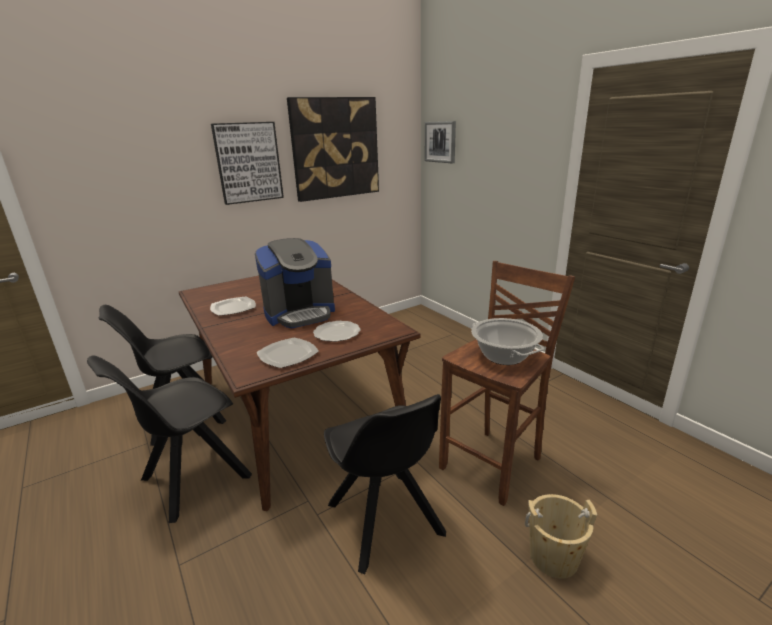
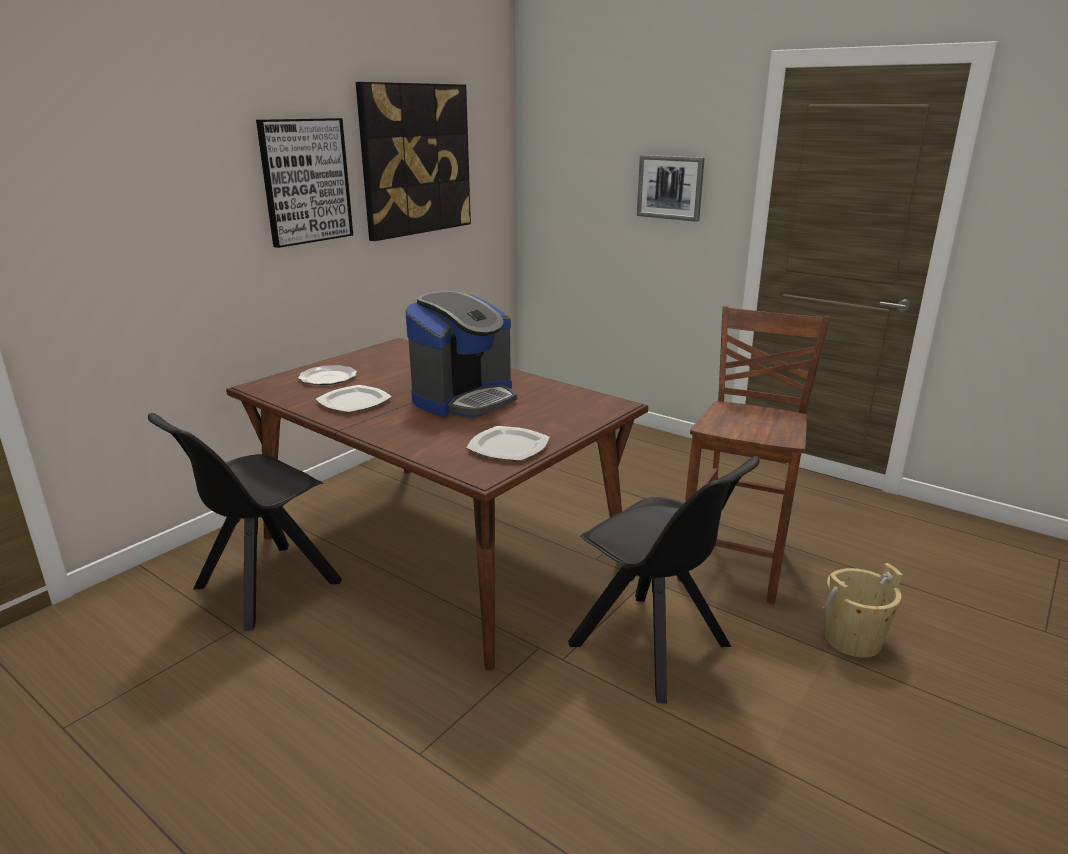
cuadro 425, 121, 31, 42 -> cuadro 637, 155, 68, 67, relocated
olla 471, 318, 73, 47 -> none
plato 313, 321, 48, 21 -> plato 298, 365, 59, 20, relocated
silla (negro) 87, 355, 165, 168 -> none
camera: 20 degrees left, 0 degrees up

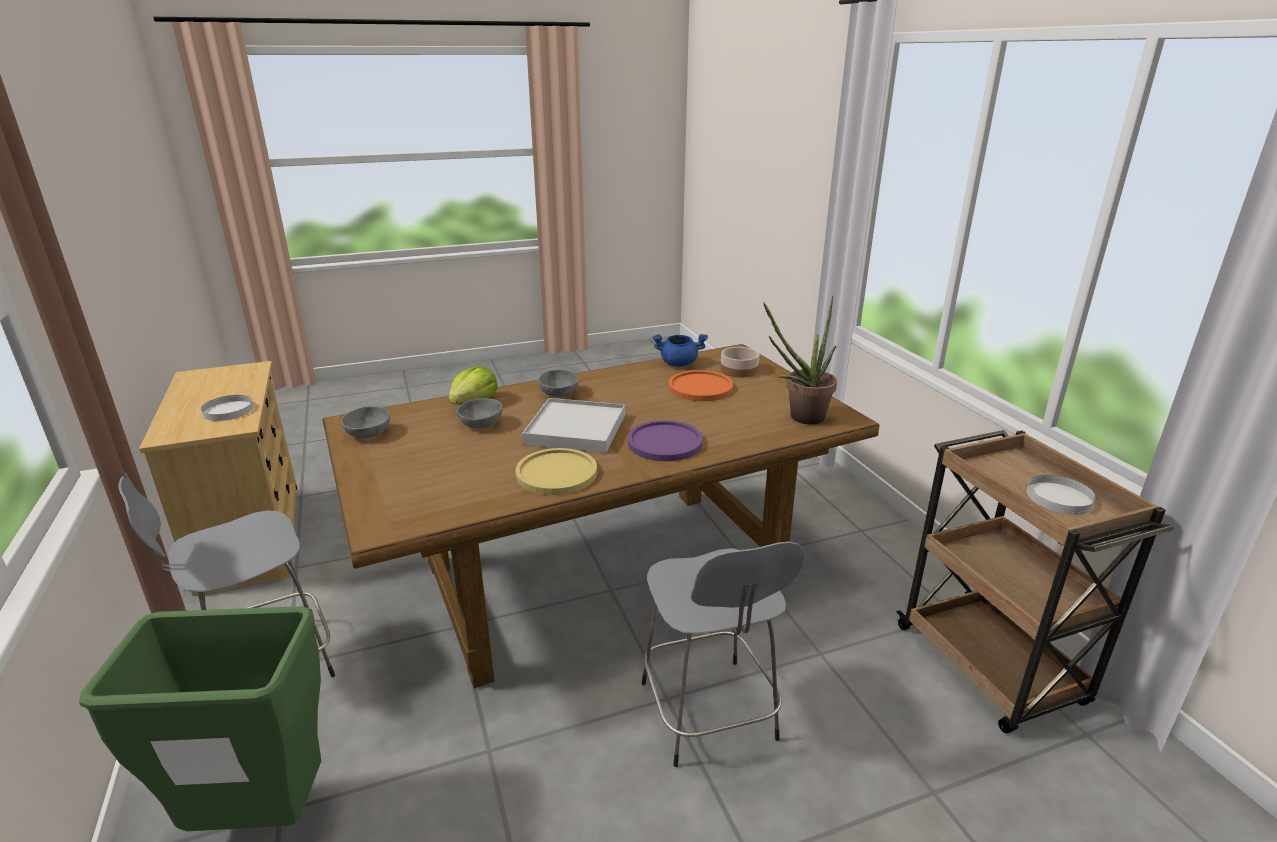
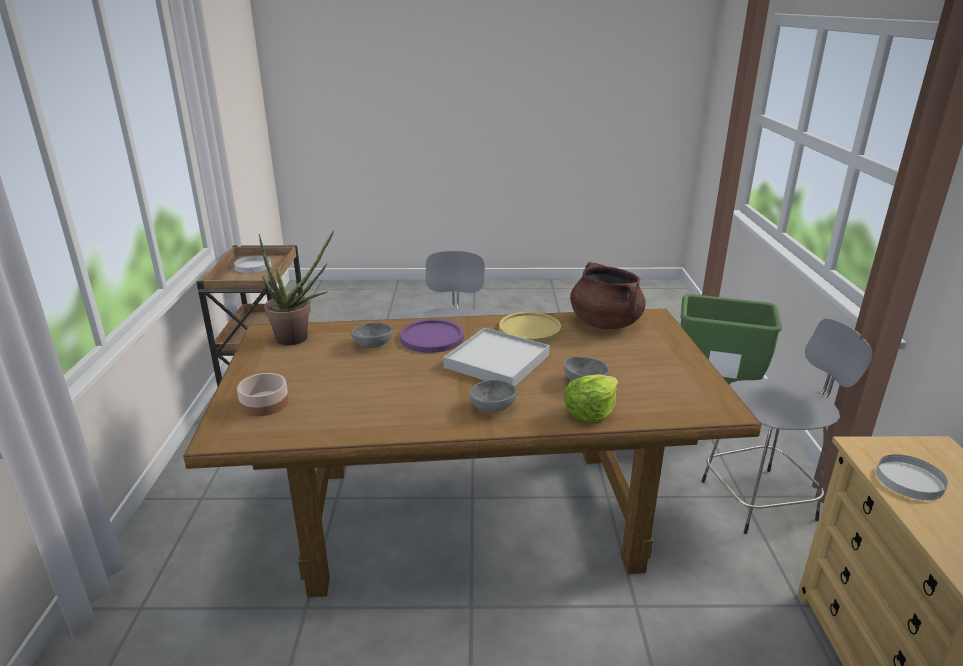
olla (azul) 653, 334, 55, 33 -> none
plato (naranja) 669, 370, 64, 31 -> none
cuenco (gris) 341, 406, 49, 32 -> cuenco (gris) 351, 322, 41, 26, relocated
none -> olla (marrón) 570, 262, 76, 67
camera: 160 degrees left, 0 degrees up

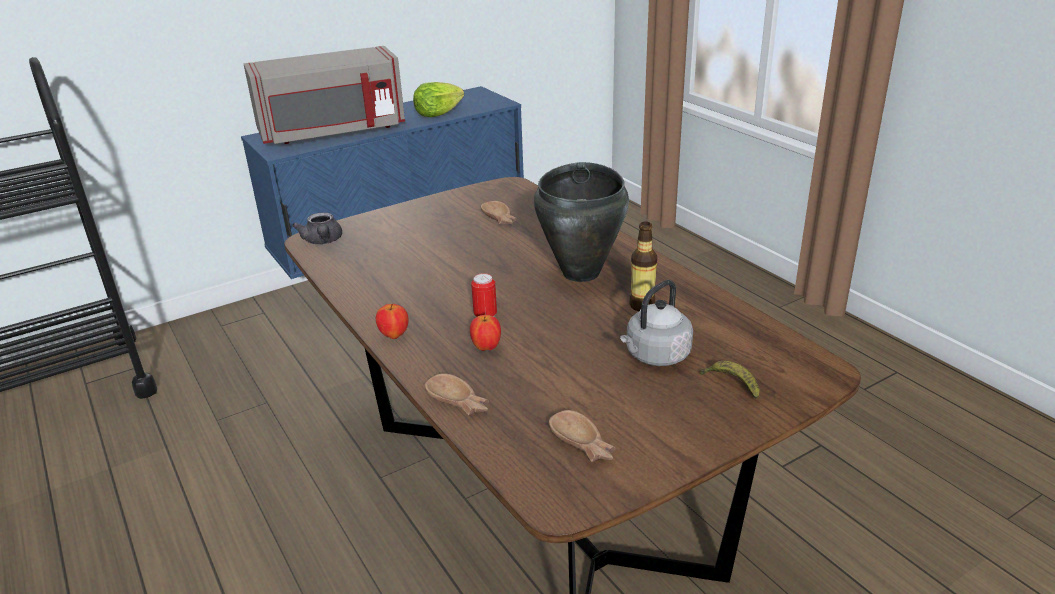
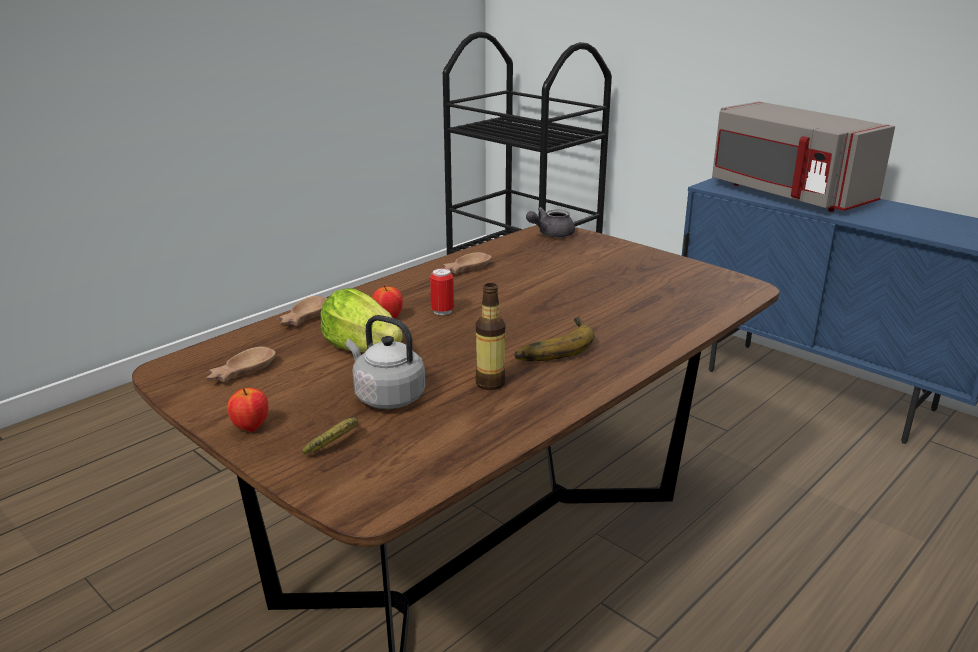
lechuga 413, 82, 51, 35 -> lechuga 320, 288, 83, 65, relocated
olla (negro) 534, 162, 95, 120 -> plátano 514, 316, 81, 45
cuenco (marrón) 481, 201, 36, 23 -> cuenco (marrón) 442, 252, 49, 22, relocated
manzana 376, 304, 32, 35 -> manzana 227, 388, 41, 44, relocated
camera: 75 degrees right, 5 degrees down

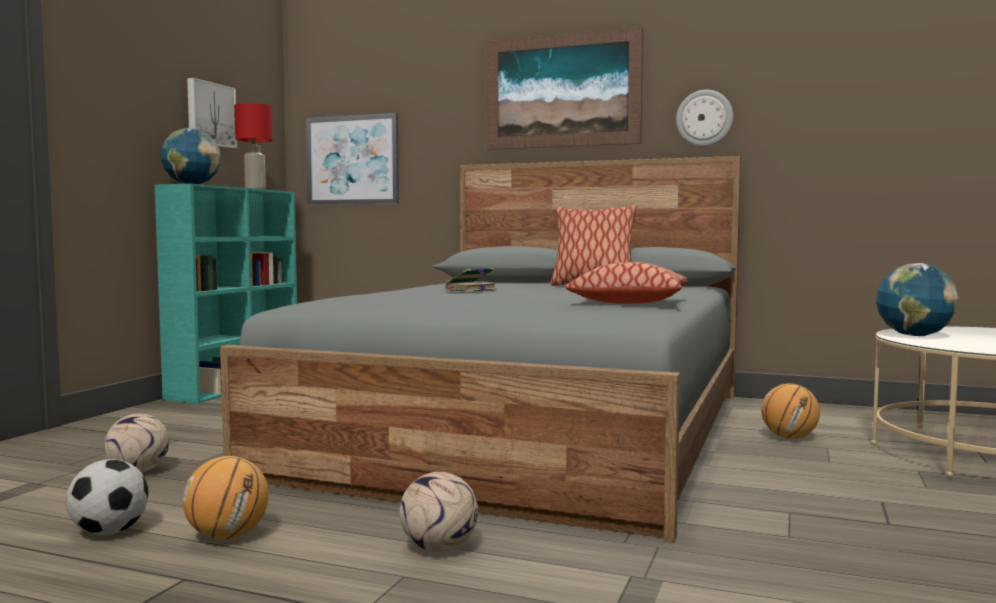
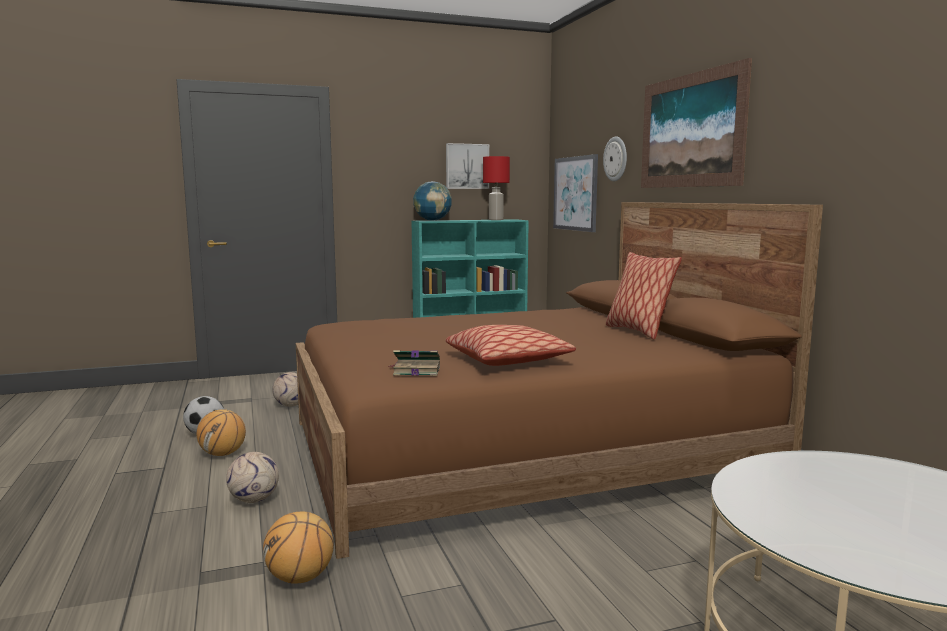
reloj de pared 676, 90, 57, 56 -> reloj de pared 603, 137, 24, 44, relocated
cama (gris) 220, 156, 521, 387 -> cama (marrón) 296, 202, 527, 357
globo terráqueo 876, 263, 83, 73 -> none
libro 445, 268, 52, 24 -> libro 388, 350, 52, 26, relocated
balón de baloncesto 761, 384, 59, 55 -> balón de baloncesto 263, 511, 71, 73, relocated
camera: 50 degrees right, 5 degrees up

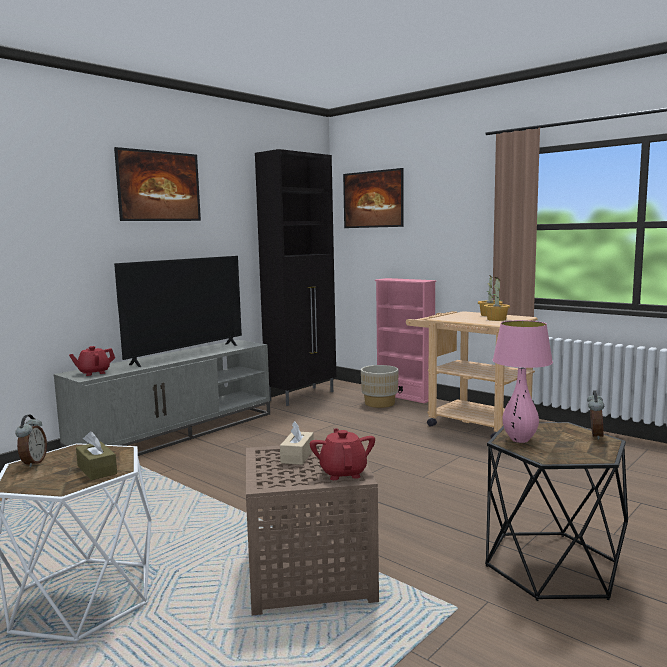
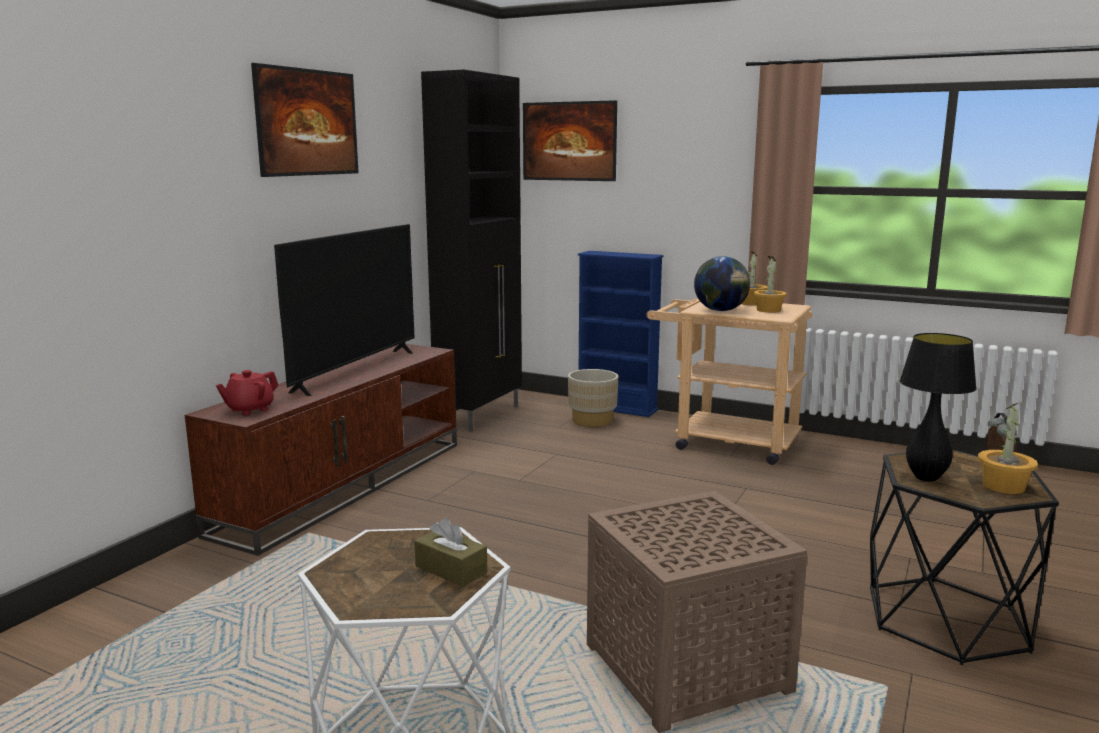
estantería (rosa) 375, 278, 61, 125 -> estantería (azul) 578, 251, 86, 166
lámpara de mesa (rosa) 493, 320, 60, 123 -> lámpara de mesa (negro) 900, 333, 77, 149
mueble de televisión (gris) 53, 340, 217, 116 -> mueble de televisión (marrón) 185, 344, 272, 212
despertador 15, 415, 32, 53 -> none
caja de pañuelos (beis) 280, 421, 34, 44 -> none
tetera (rojo) 310, 428, 65, 52 -> none
none -> globo terráqueo 694, 256, 56, 55
none -> planta en maceta 978, 403, 60, 91
camera: 15 degrees left, 5 degrees up

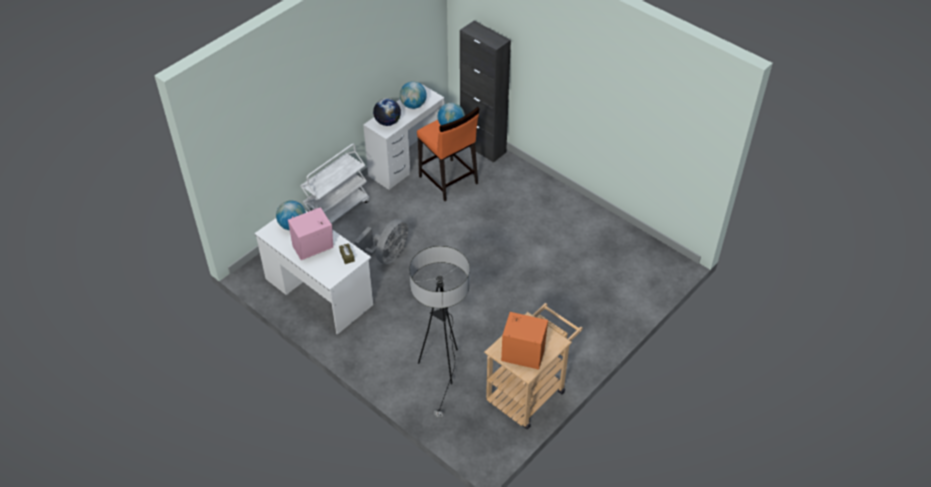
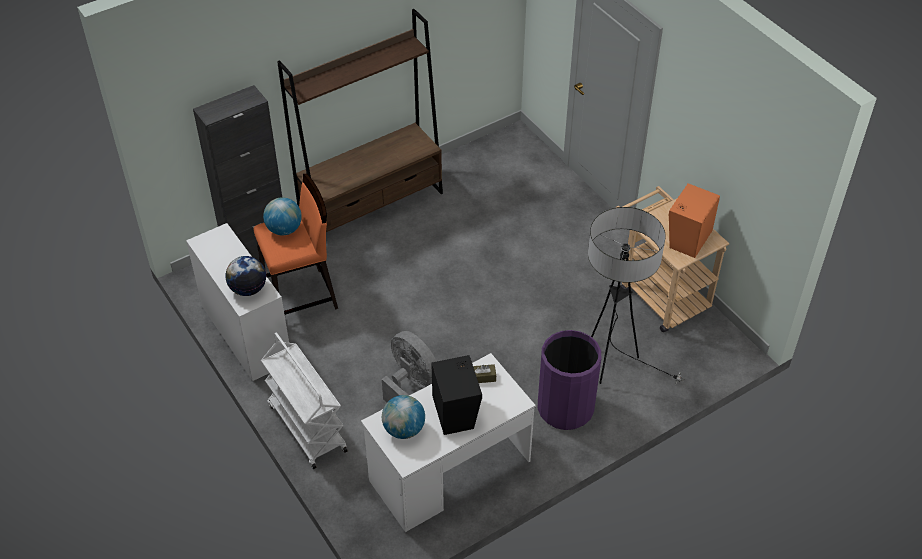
globo terráqueo 400, 81, 27, 28 -> none
altavoz (rosa) 288, 207, 45, 53 -> altavoz (negro) 431, 355, 51, 80
none -> estantería (marrón) 277, 9, 166, 223
none -> papelera (morado) 538, 330, 63, 100
camera: 75 degrees left, 0 degrees up

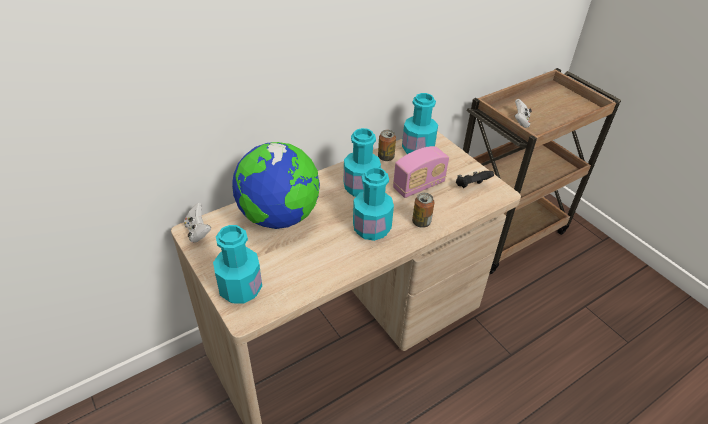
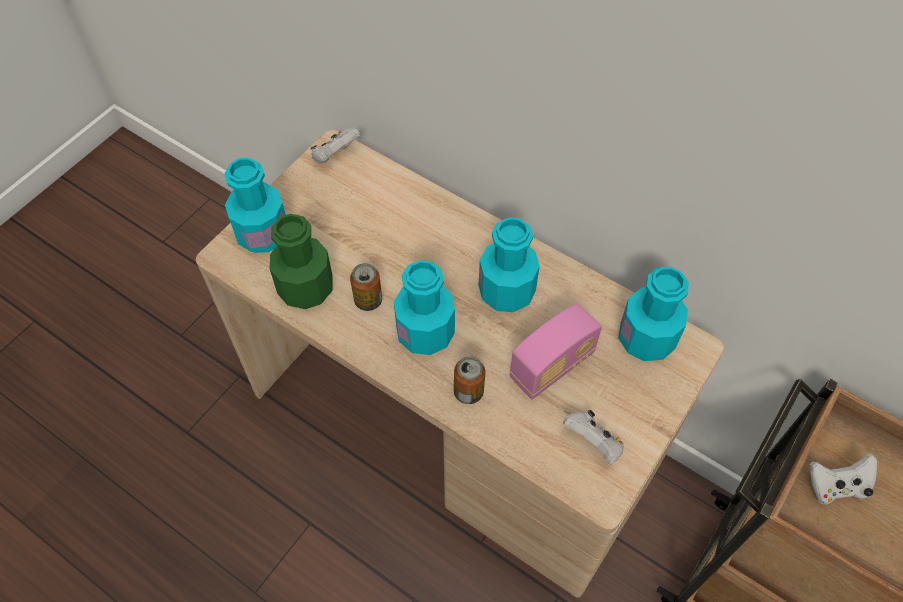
lata 378, 130, 18, 31 -> lata 350, 263, 32, 48, relocated
globo terráqueo 232, 142, 88, 87 -> none
radio 393, 146, 56, 52 -> radio 509, 304, 93, 95, 75 degrees counterclockwise
mando de consola (negro) 456, 171, 38, 17 -> mando de consola (blanco) 563, 410, 61, 54
none -> botella (verde) 269, 214, 64, 95
camera: 70 degrees right, 15 degrees up

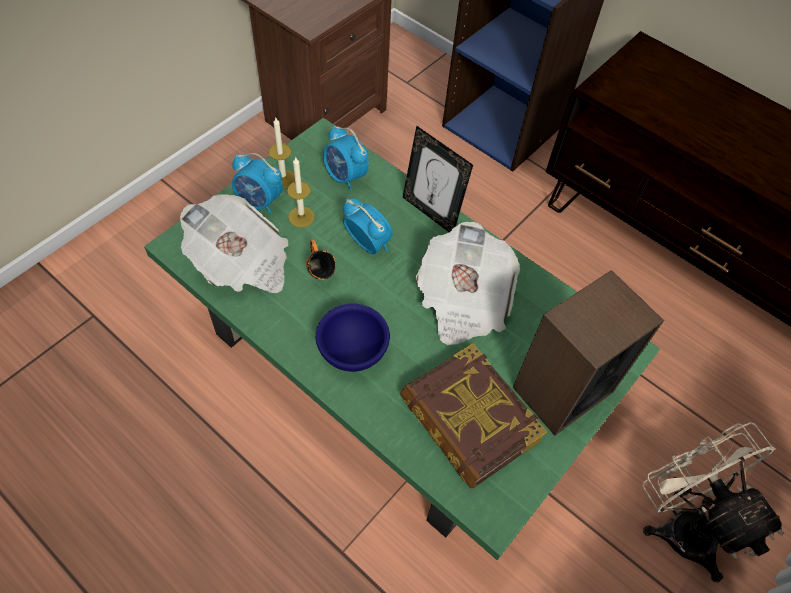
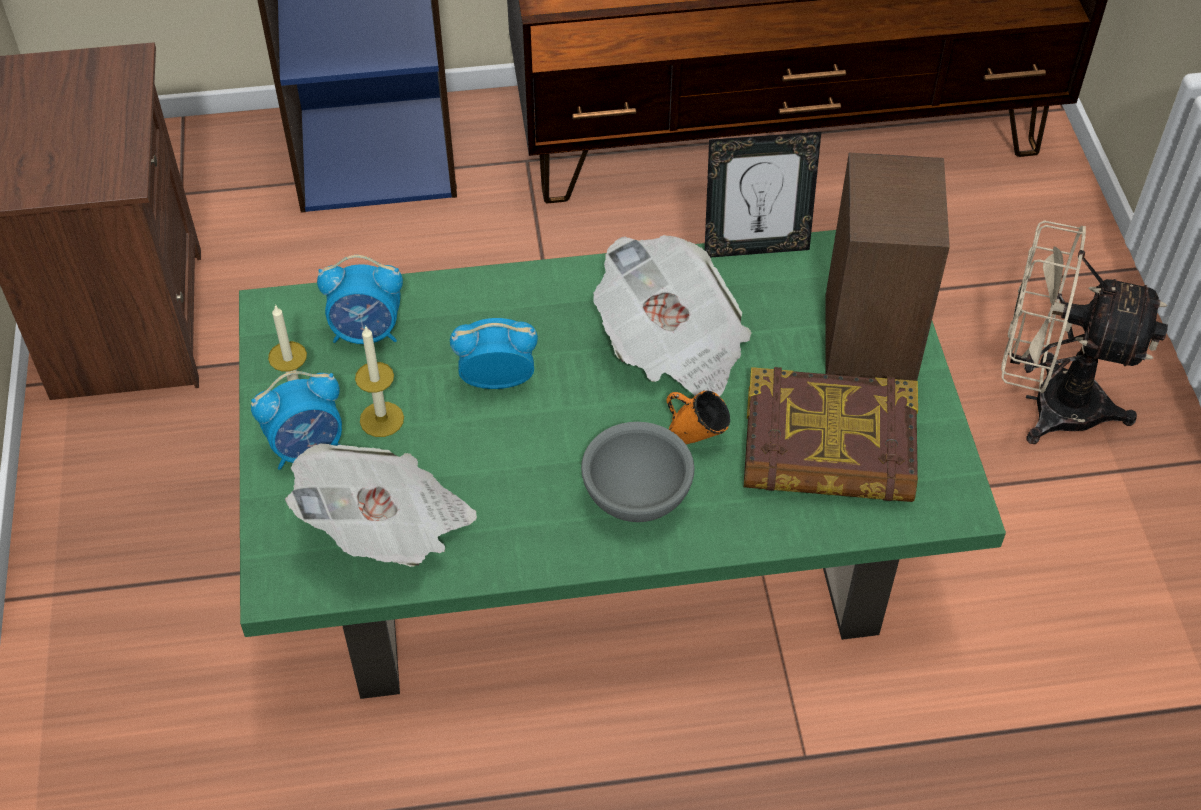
portarretratos 403, 126, 70, 106 -> portarretratos 705, 132, 116, 126, relocated
taza grande (naranja) 306, 240, 30, 40 -> taza grande (naranja) 666, 390, 64, 54, relocated
cuenco (azul) 316, 304, 74, 68 -> cuenco (gris) 581, 422, 114, 100
camera: 45 degrees left, 5 degrees down

